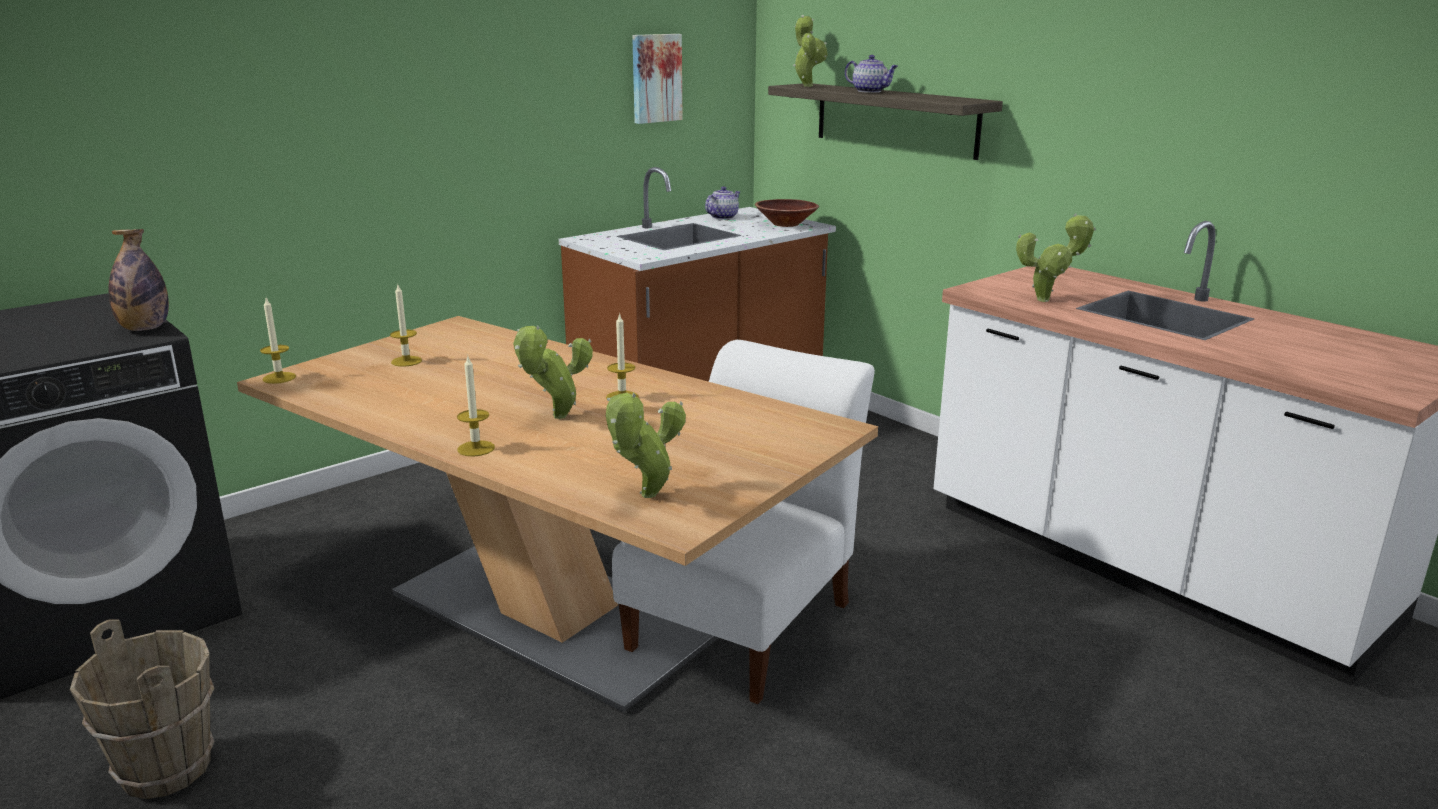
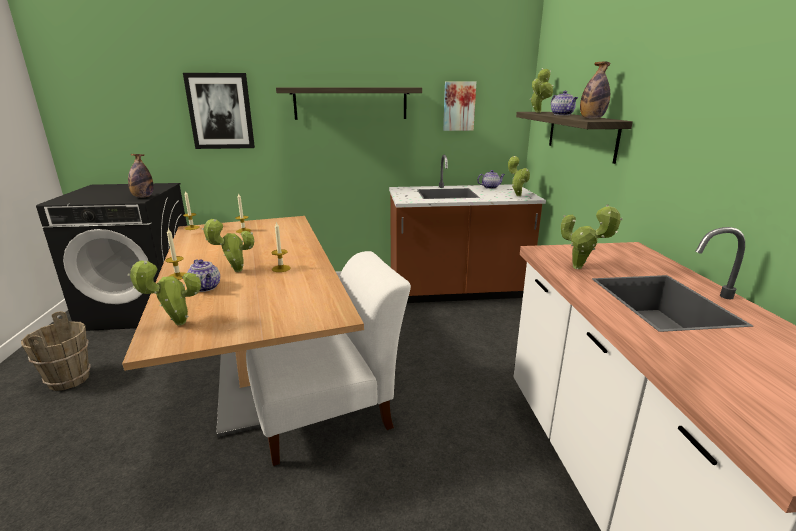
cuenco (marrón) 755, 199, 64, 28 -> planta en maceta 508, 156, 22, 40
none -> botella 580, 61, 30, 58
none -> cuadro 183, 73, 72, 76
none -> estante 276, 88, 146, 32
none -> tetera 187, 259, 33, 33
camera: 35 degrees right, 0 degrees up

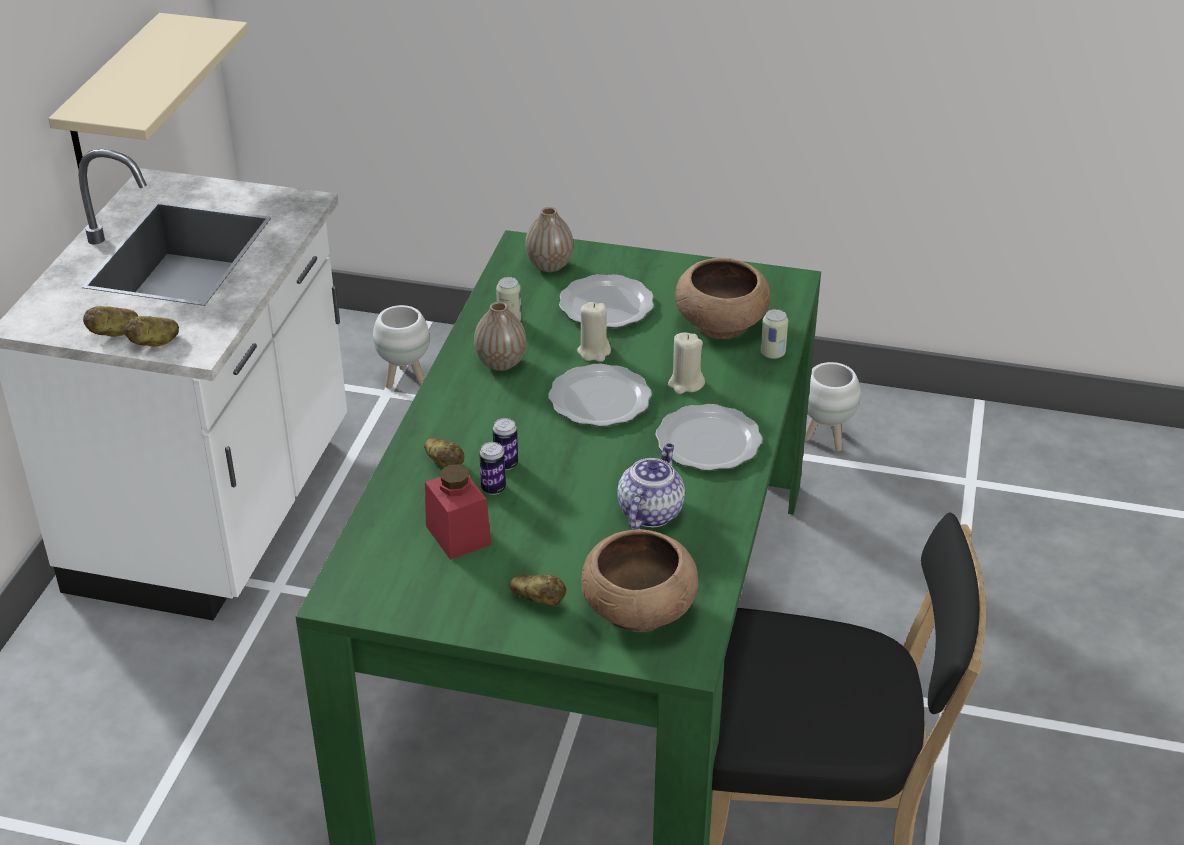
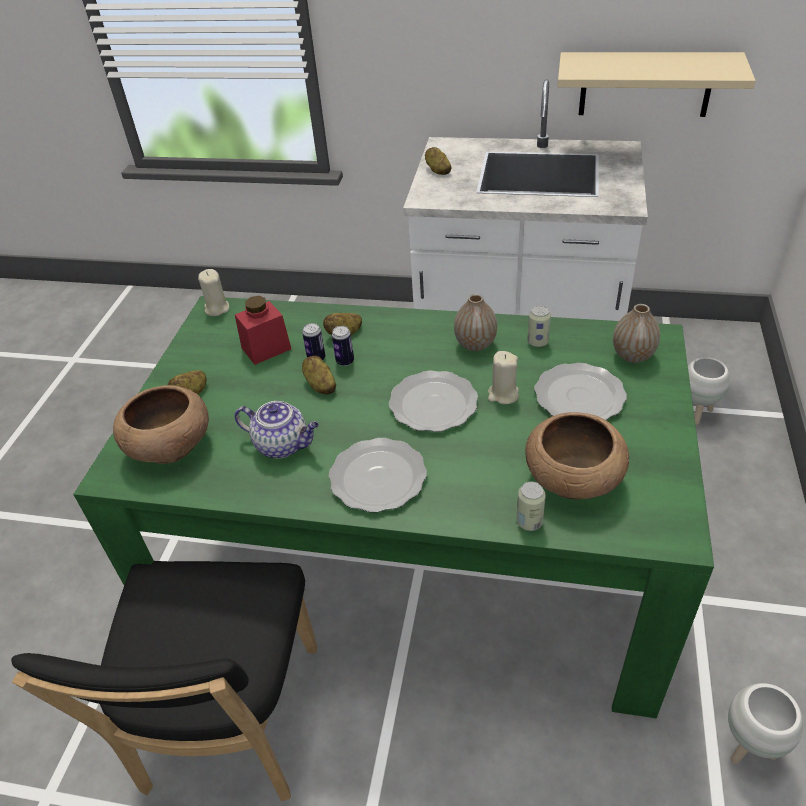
patata 124, 316, 55, 31 -> patata 302, 356, 34, 38, relocated
vela (beis) 668, 332, 37, 62 -> vela (beis) 198, 269, 31, 47, relocated
camera: 90 degrees right, 5 degrees up

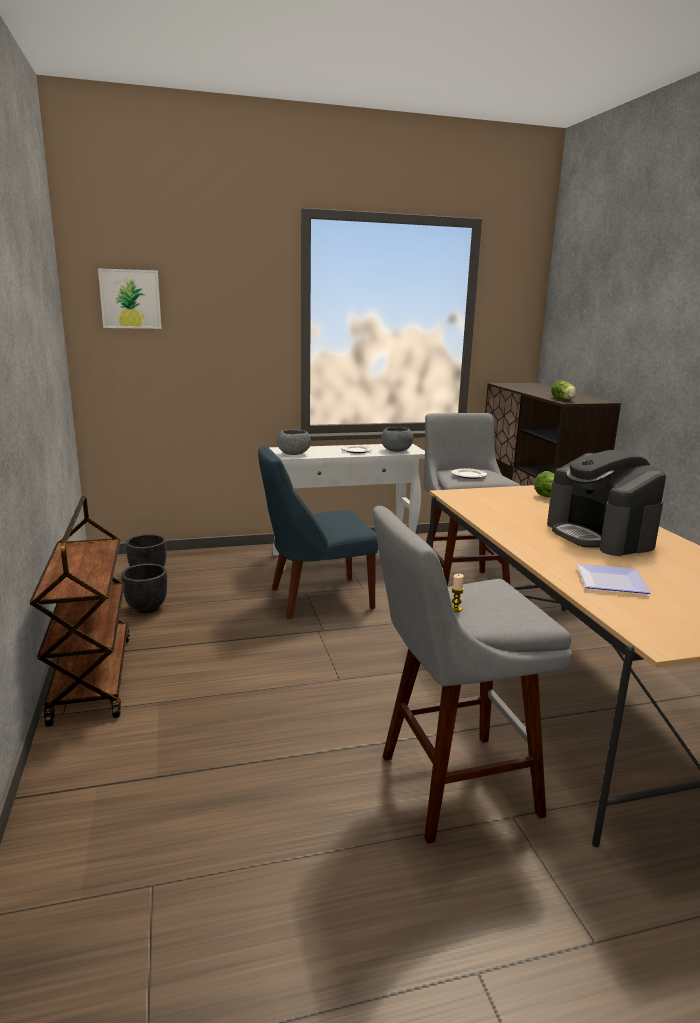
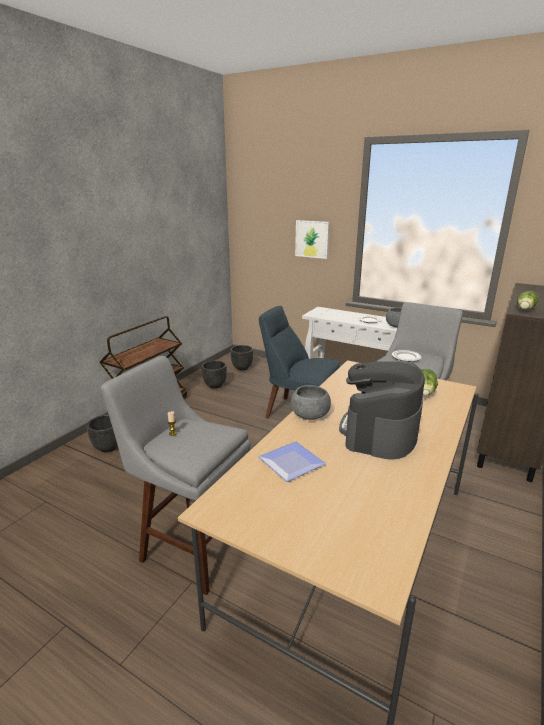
cuadro 98, 269, 63, 60 -> cuadro 295, 220, 34, 39, relocated
cuenco (gris) 277, 429, 34, 26 -> cuenco (gris) 291, 385, 40, 35, relocated
none -> maceta (negro) 87, 414, 31, 38
camera: 45 degrees right, 5 degrees up

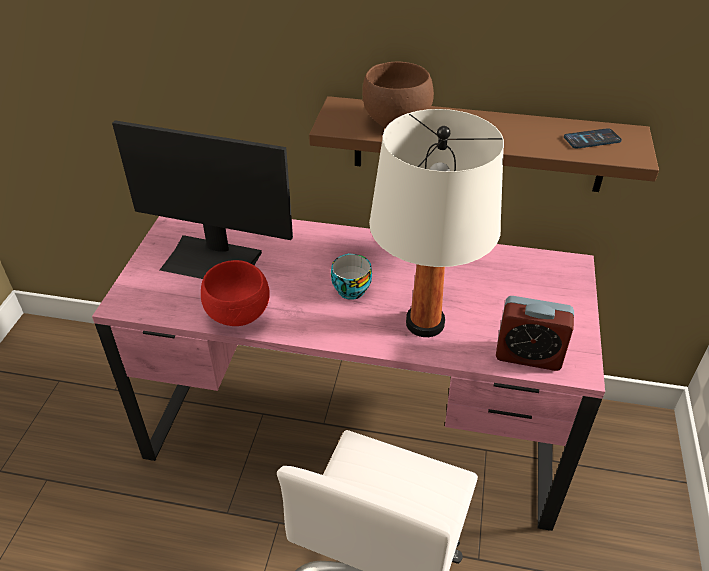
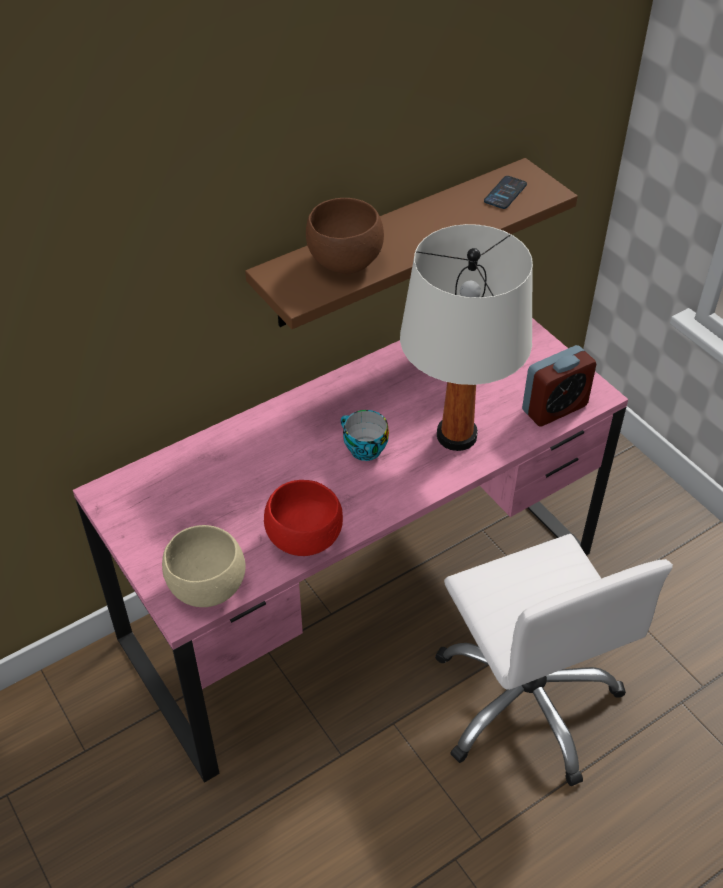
monitor 112, 121, 181, 158 -> none
none -> cuenco (beis) 162, 525, 84, 82
camera: 45 degrees left, 5 degrees up

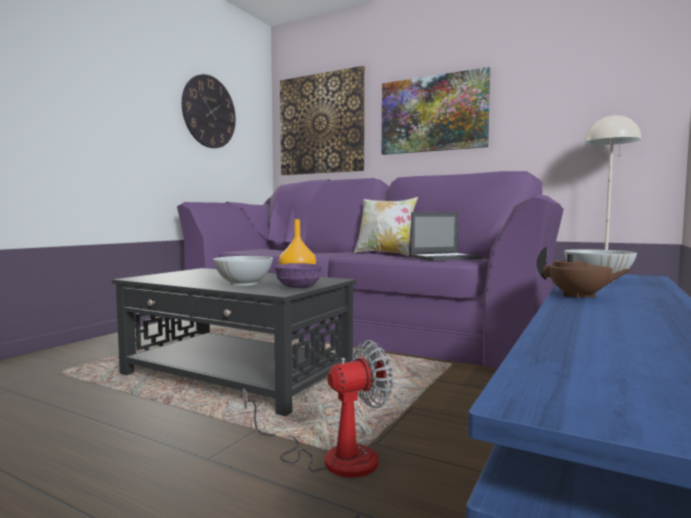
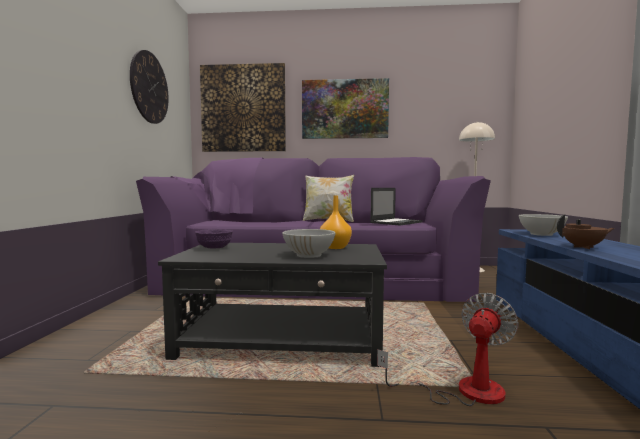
cuenco (morado) 274, 263, 48, 25 -> cuenco (morado) 195, 229, 38, 19, relocated
camera: 25 degrees left, 0 degrees up

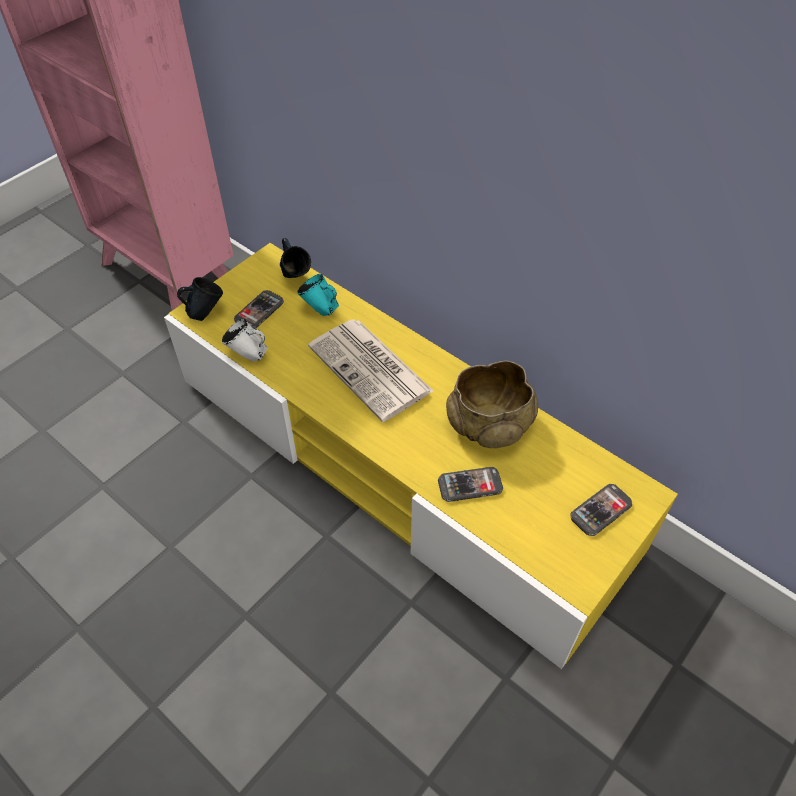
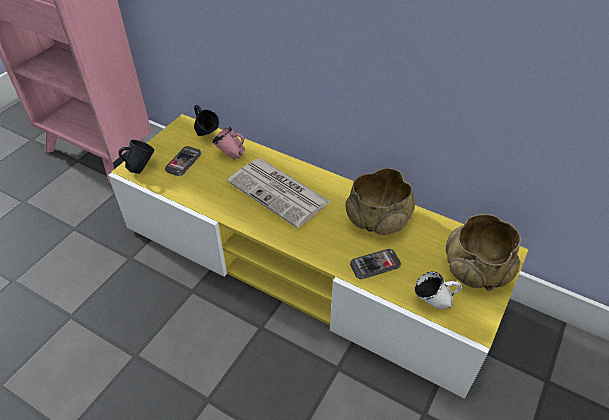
taza grande (turquesa) 297, 274, 42, 42 -> taza grande (rosa) 213, 127, 32, 33
taza grande (blanco) 222, 319, 46, 43 -> taza grande (blanco) 415, 272, 47, 37, relocated
móvil 570, 484, 62, 52 -> cuenco (beis) 446, 214, 75, 77
camera: 10 degrees left, 5 degrees down

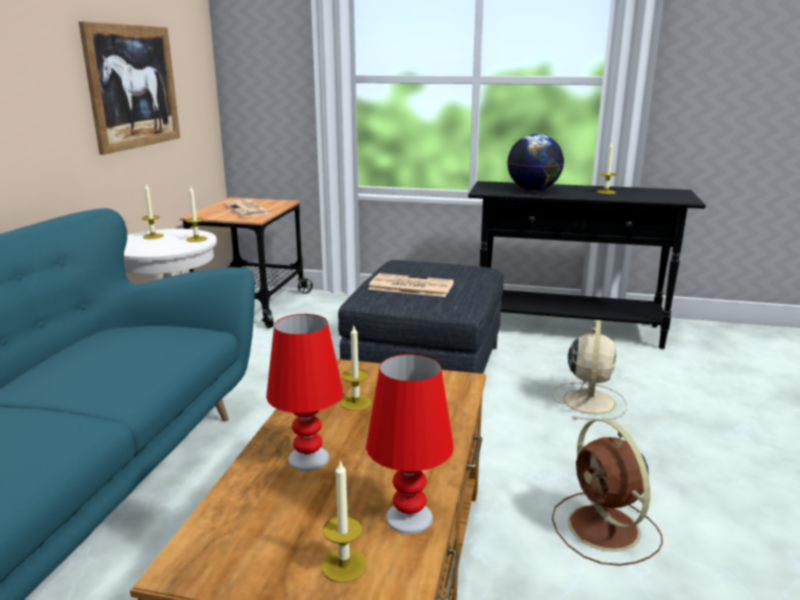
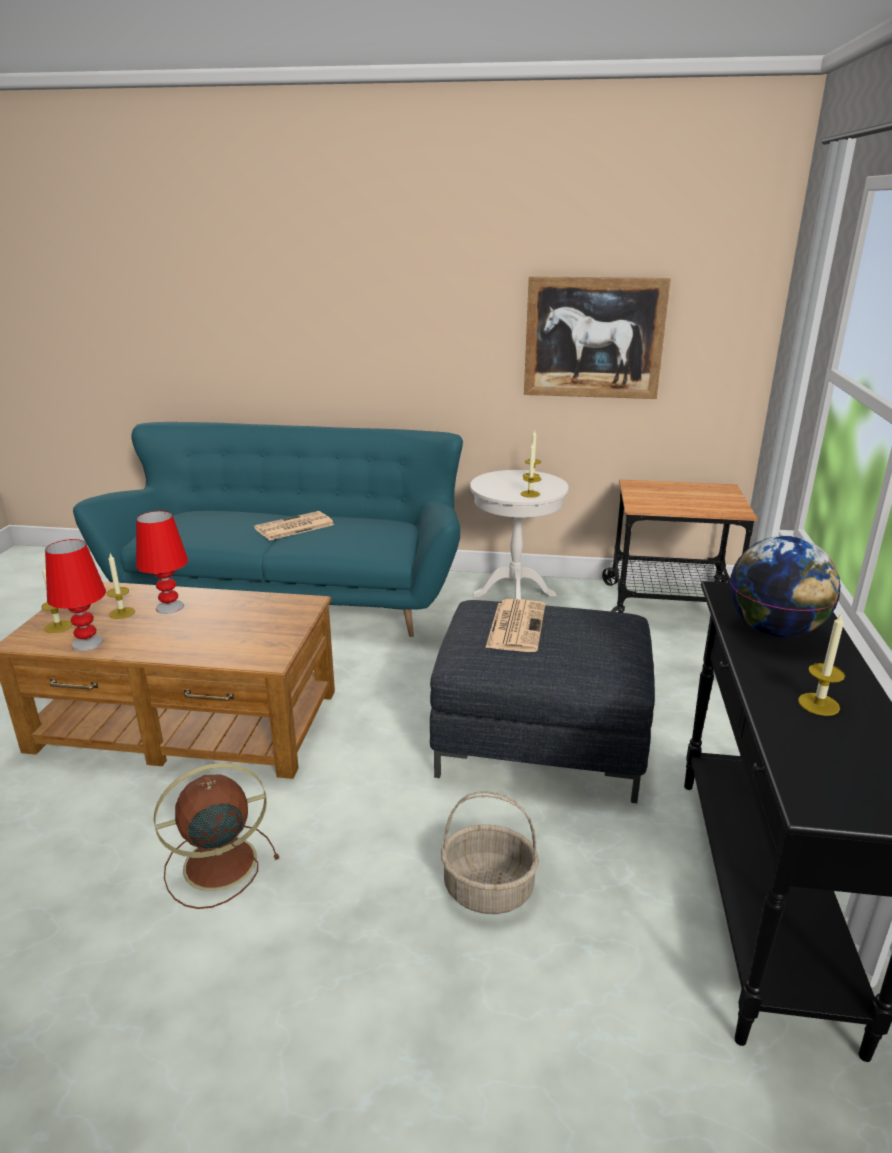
periódico 223, 199, 50, 18 -> periódico 254, 511, 80, 30, relocated
ventilador (beis) 551, 320, 76, 100 -> cesta 441, 791, 98, 123
vela 340, 326, 32, 85 -> vela 107, 554, 28, 65, relocated
camera: 85 degrees right, 5 degrees up

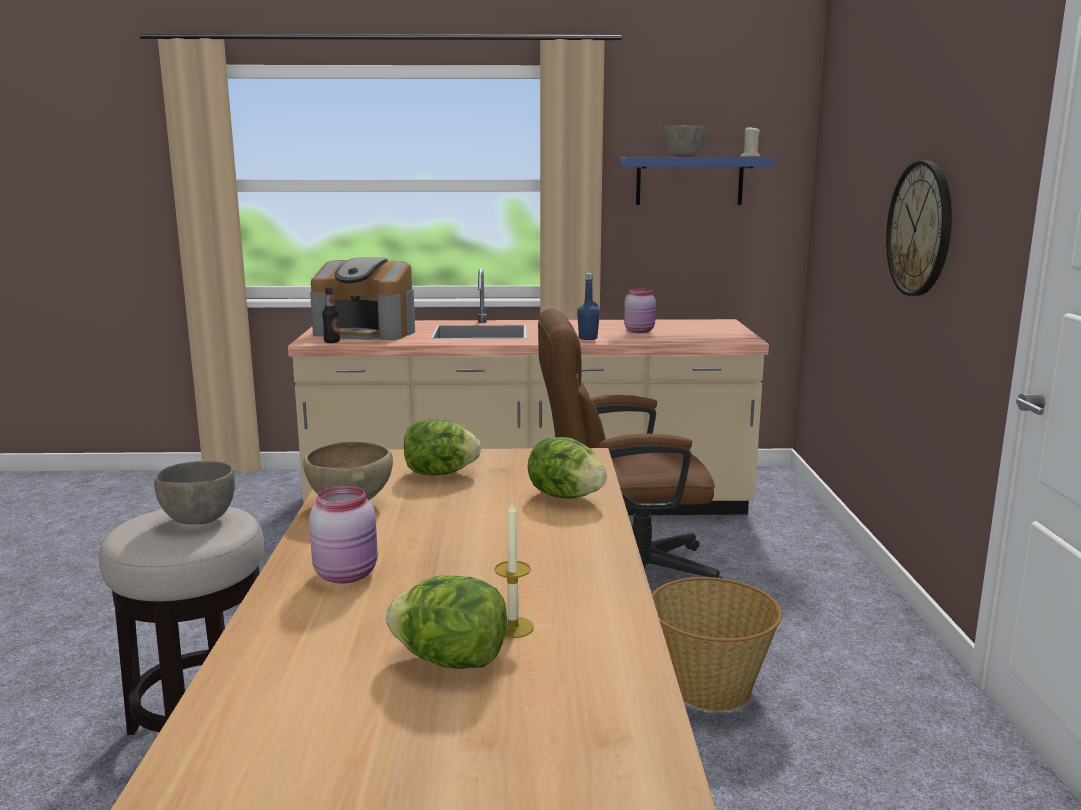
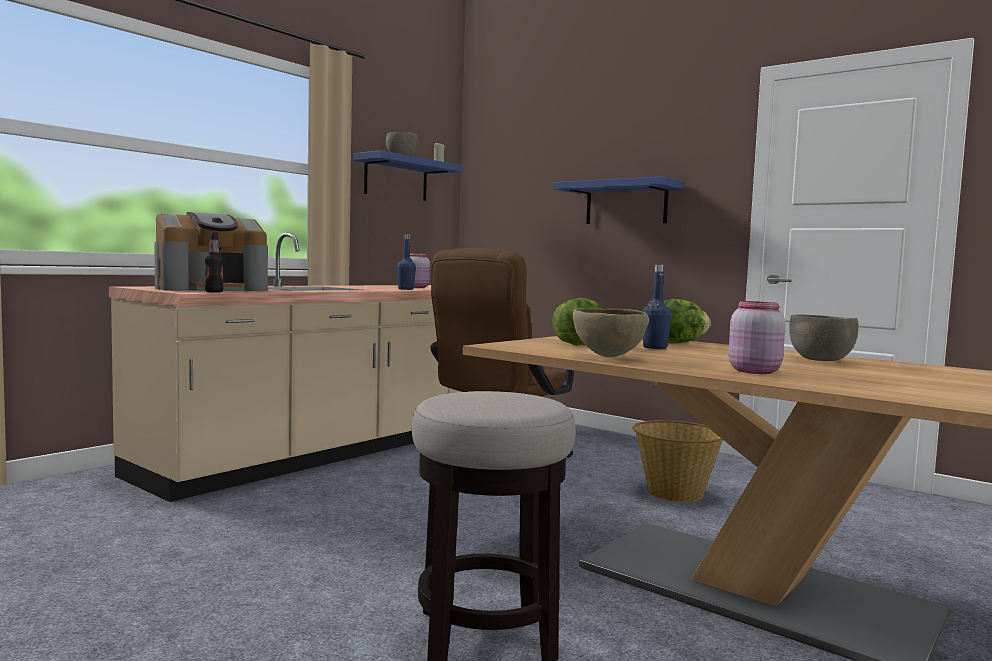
reloj de pared 886, 161, 66, 135 -> estante (azul) 554, 176, 129, 48
cuenco (gris) 154, 461, 81, 63 -> cuenco (gris) 789, 314, 70, 47, relocated
vela 494, 502, 40, 136 -> none
lechuga 386, 575, 121, 94 -> none
none -> botella (azul) 642, 264, 30, 85
camera: 50 degrees left, 10 degrees down

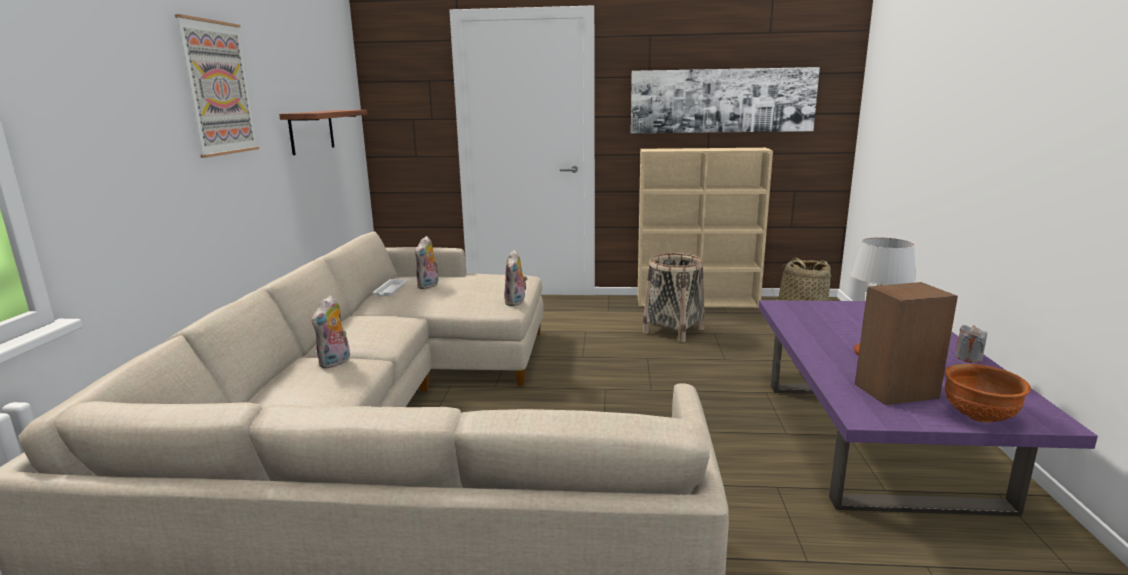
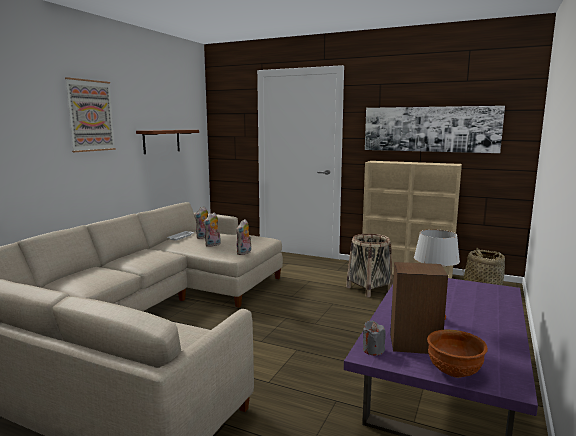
peluche 311, 295, 39, 73 -> peluche 203, 213, 18, 34, relocated
vela (gris) 955, 325, 32, 38 -> vela (gris) 363, 321, 23, 35, relocated
camera: 20 degrees right, 5 degrees down

